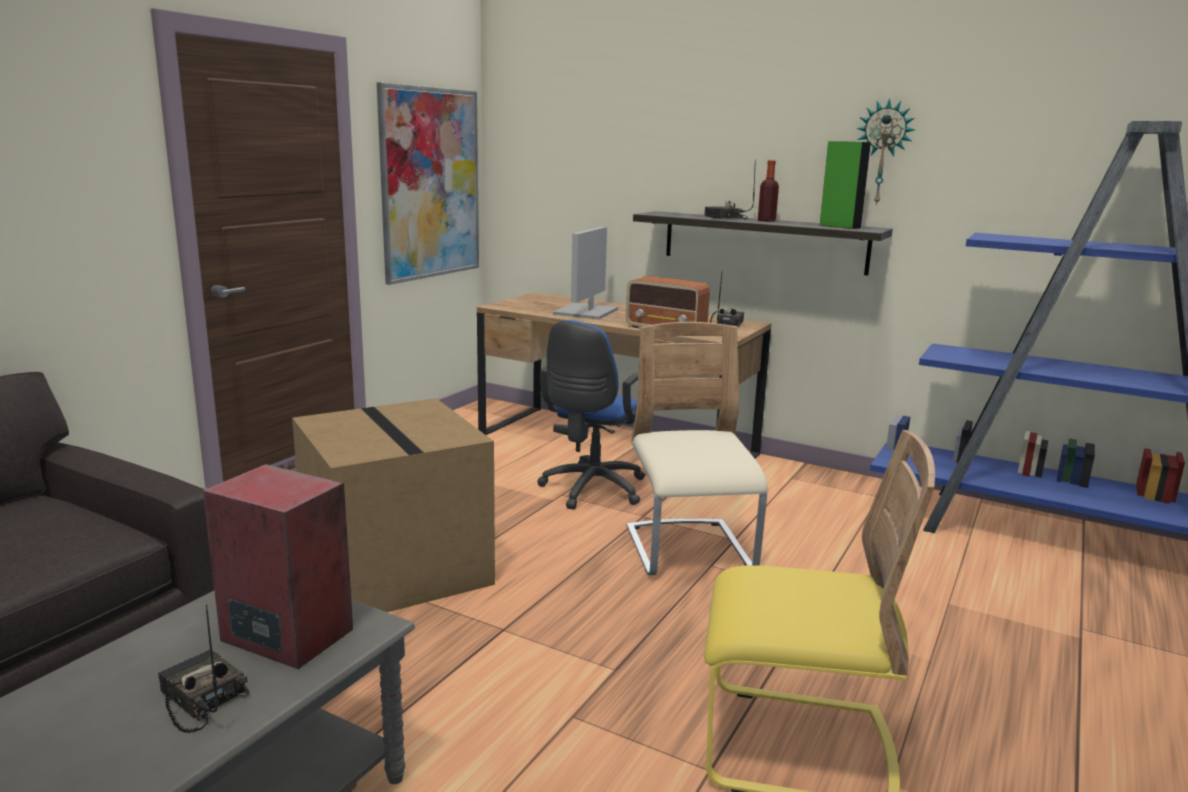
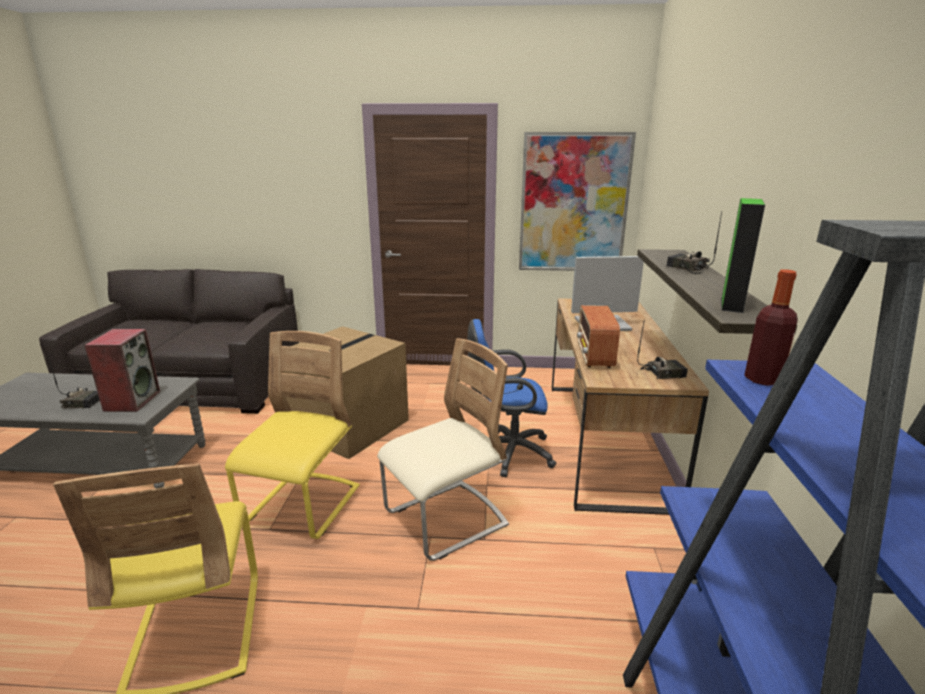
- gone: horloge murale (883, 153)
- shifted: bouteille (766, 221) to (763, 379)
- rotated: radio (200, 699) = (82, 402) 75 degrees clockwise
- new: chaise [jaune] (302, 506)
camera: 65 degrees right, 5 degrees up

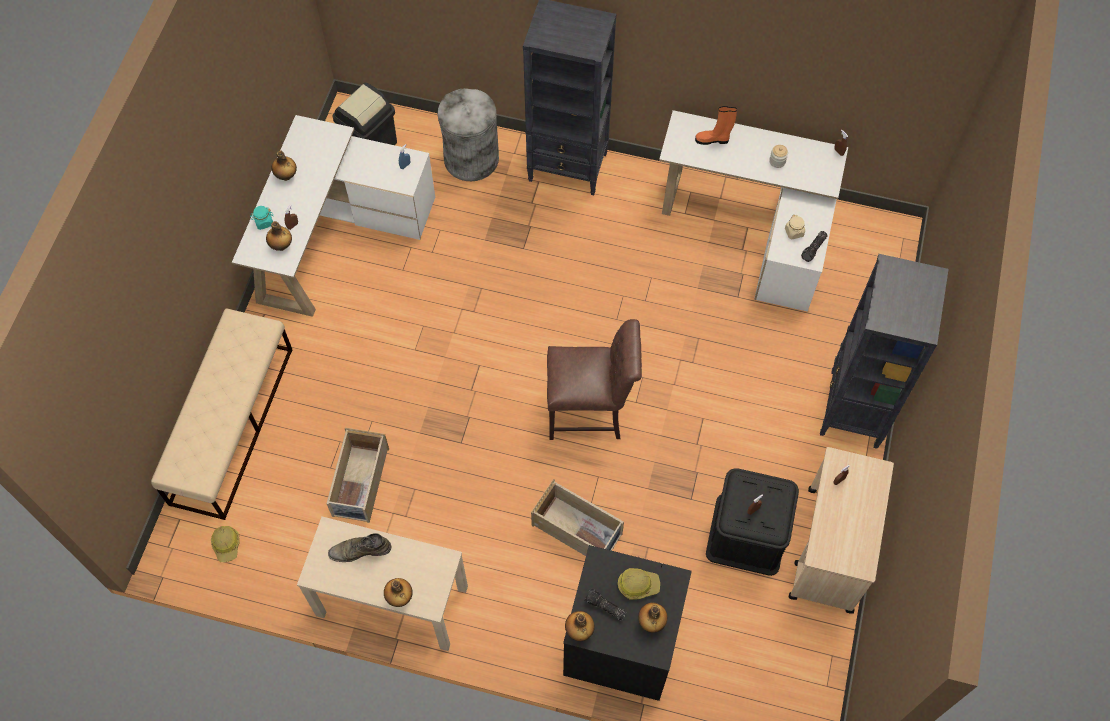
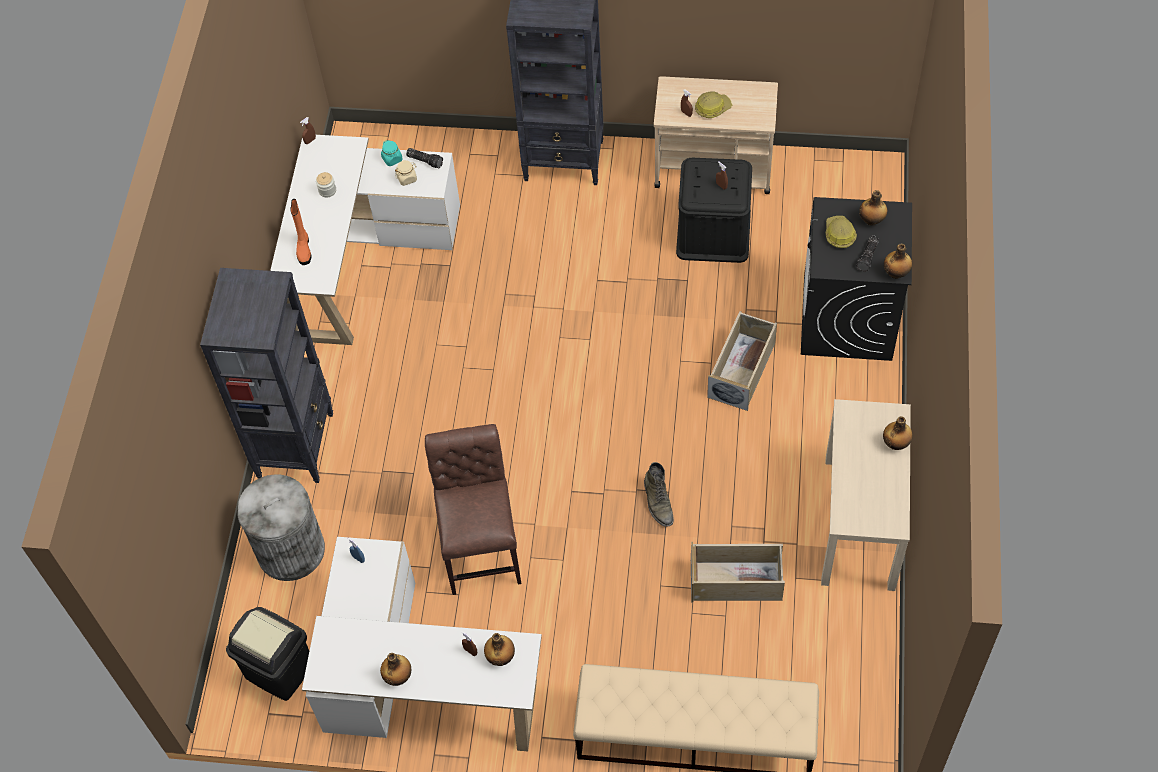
- shifted: bocal [turquoise] (264, 222) to (392, 159)
- shifted: chaise [marron] (590, 412) to (482, 548)
- shifted: casque de chantier (227, 544) to (712, 108)
- shifted: botte [vert] (360, 550) to (658, 502)
camera: 95 degrees left, 5 degrees down

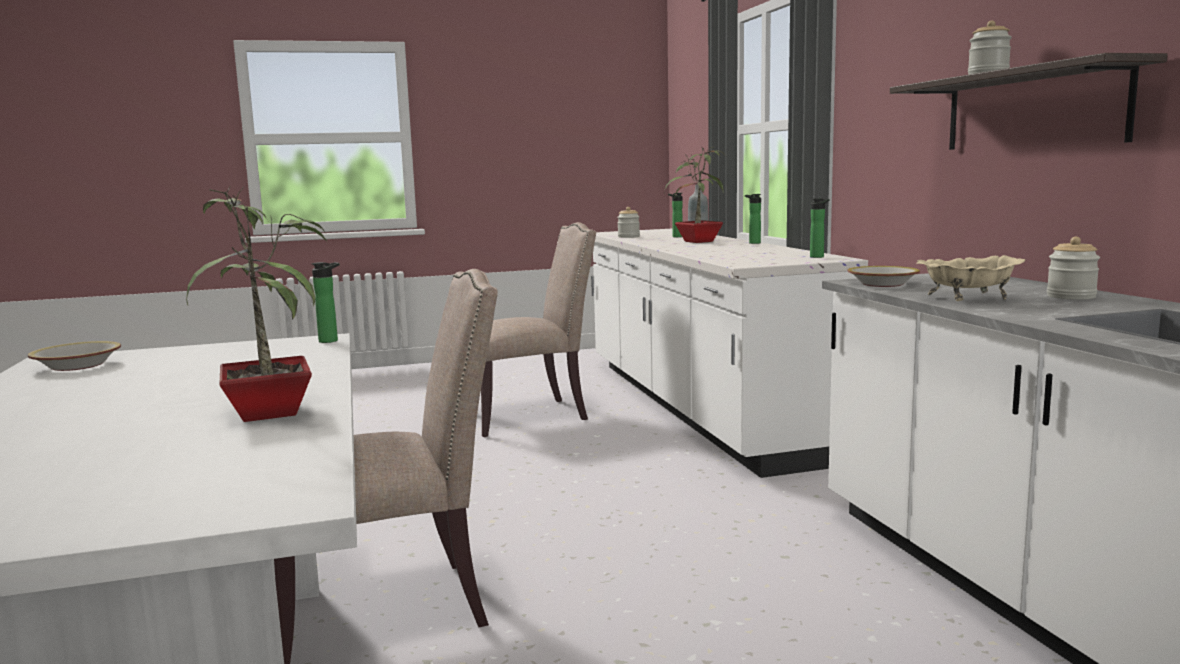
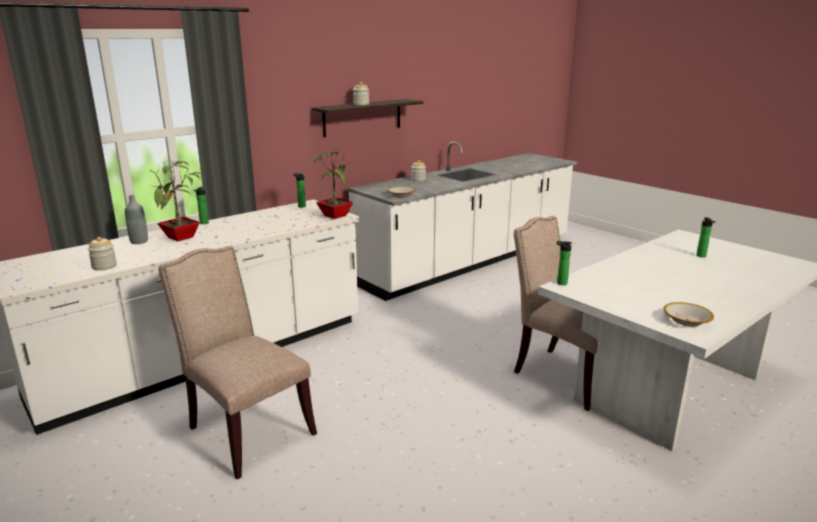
- shifted: plante en pot (274, 412) to (334, 215)
- shifted: bouteille (675, 237) to (702, 256)
- gone: bol [beige] (968, 298)
camera: 115 degrees left, 10 degrees up

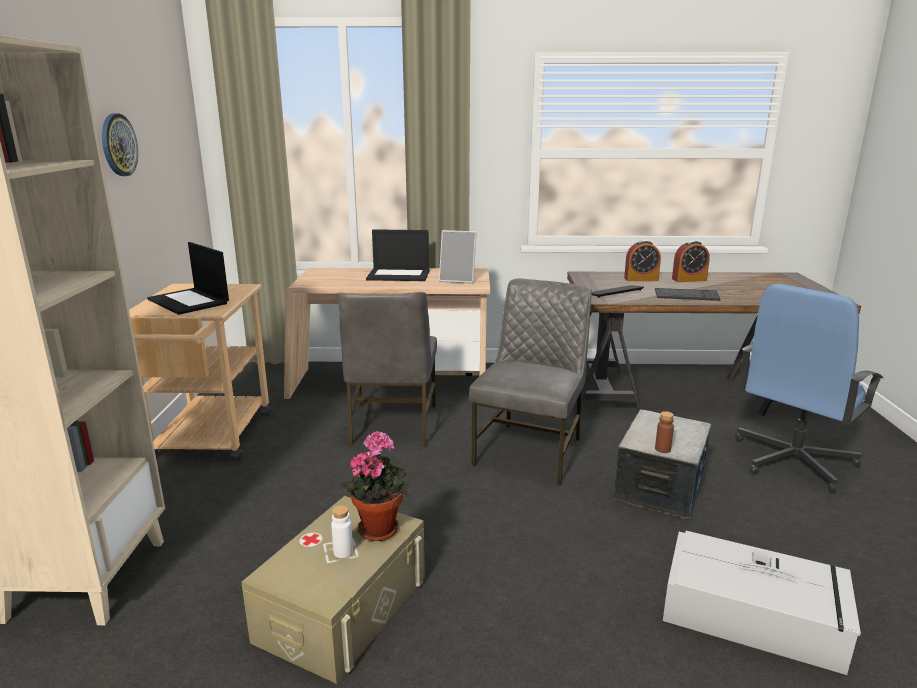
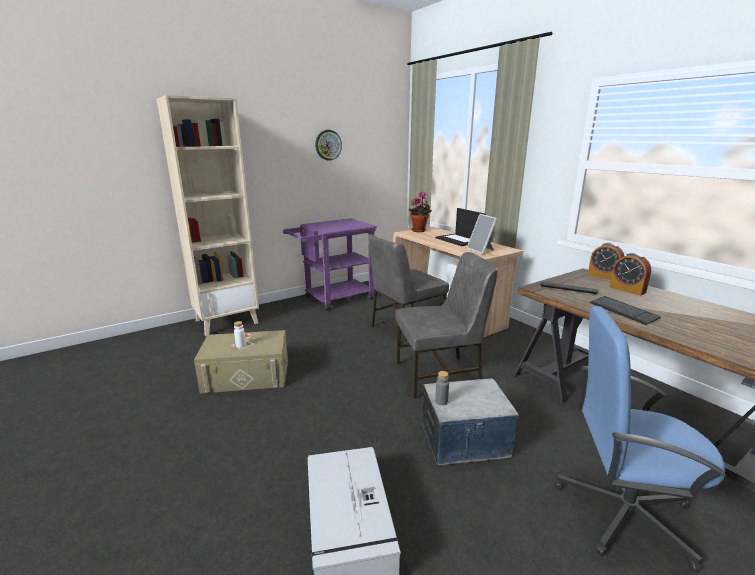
- shifted: réveil (689, 279) to (603, 276)
- gone: ordinateur portable (189, 301)
- repainted: chariot [beige] (209, 441) to chariot [violet] (334, 299)
- repainted: bouteille [marron] (662, 449) to bouteille [gris] (441, 401)
- shifted: plante en pot (380, 527) to (420, 230)
camera: 55 degrees right, 0 degrees up

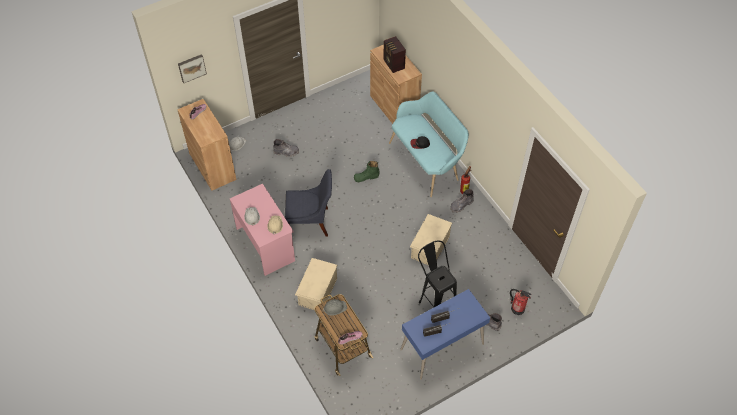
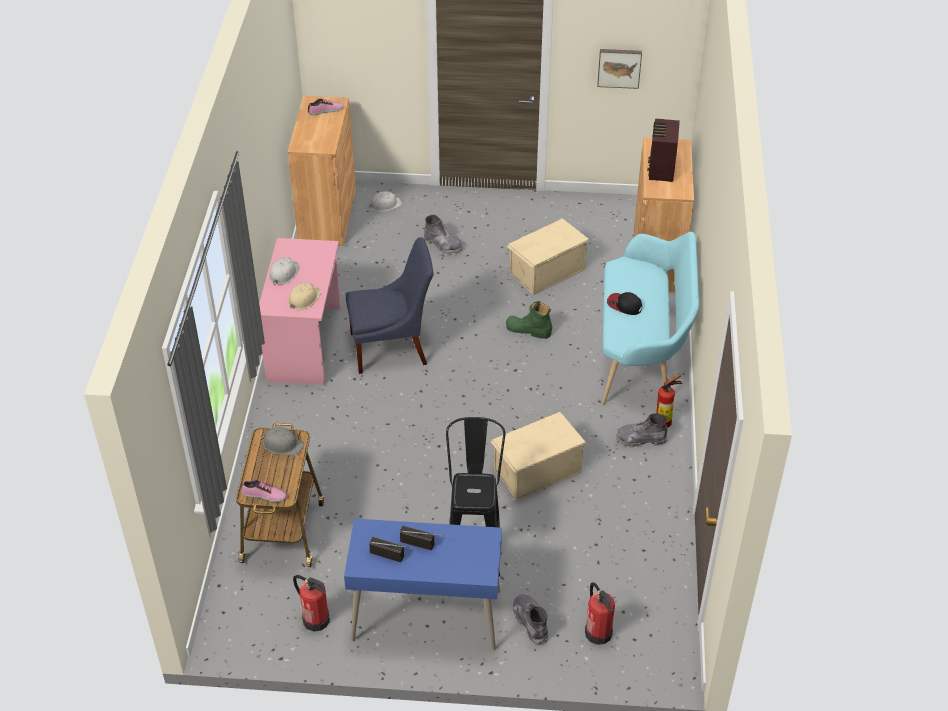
- shifted: tableau (191, 67) to (619, 67)
- rotated: chaise [bleu] (311, 222) = (392, 348) 45 degrees counterclockwise
- shifted: boîte de rangement [beige] (317, 291) to (546, 271)
- new: extincteur (315, 619)
camera: 35 degrees right, 10 degrees down

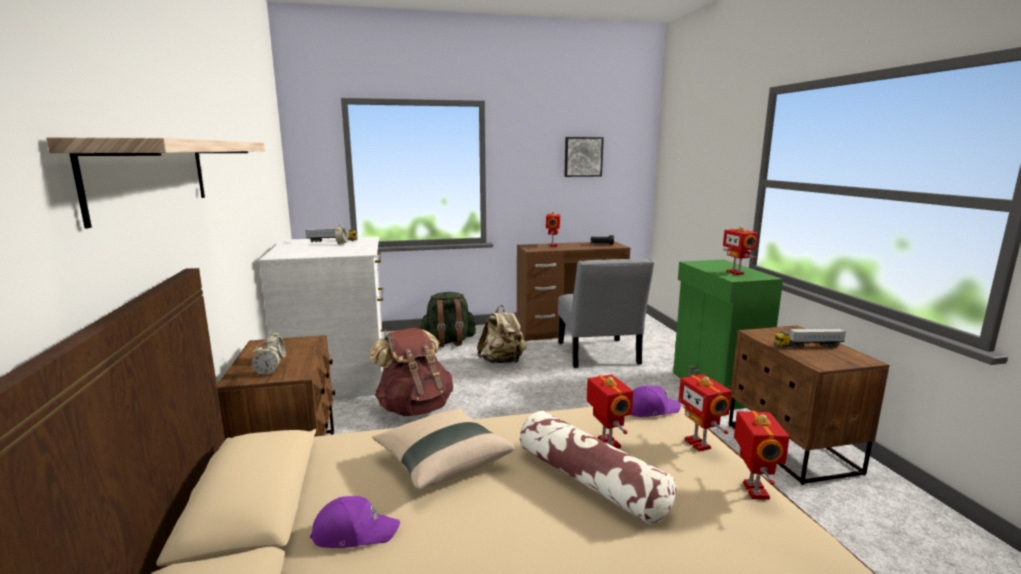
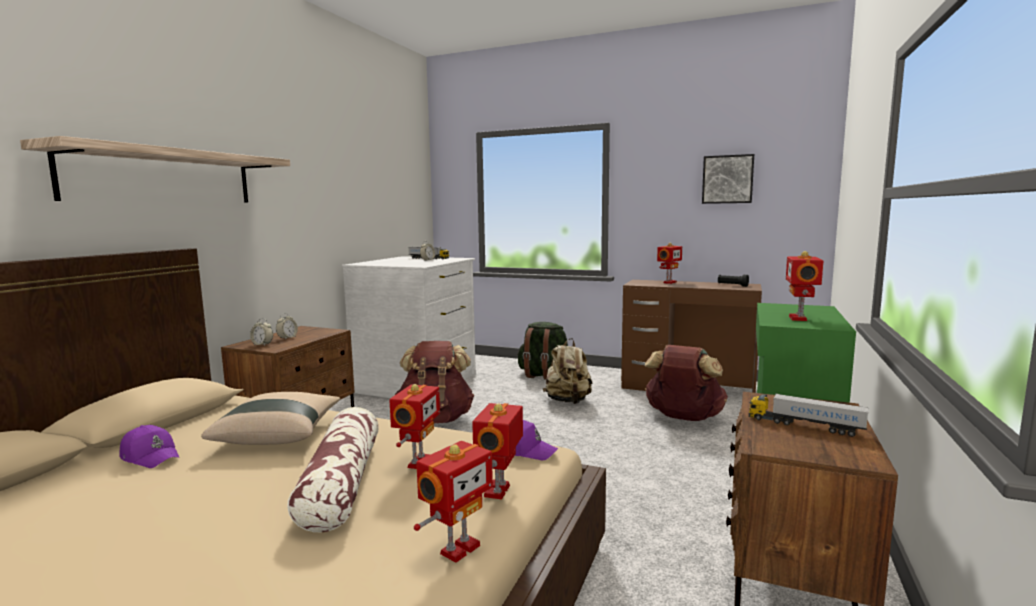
- swapped: chaise [gris] (599, 355) to sac à dos [marron] (683, 418)
camera: 35 degrees right, 5 degrees down

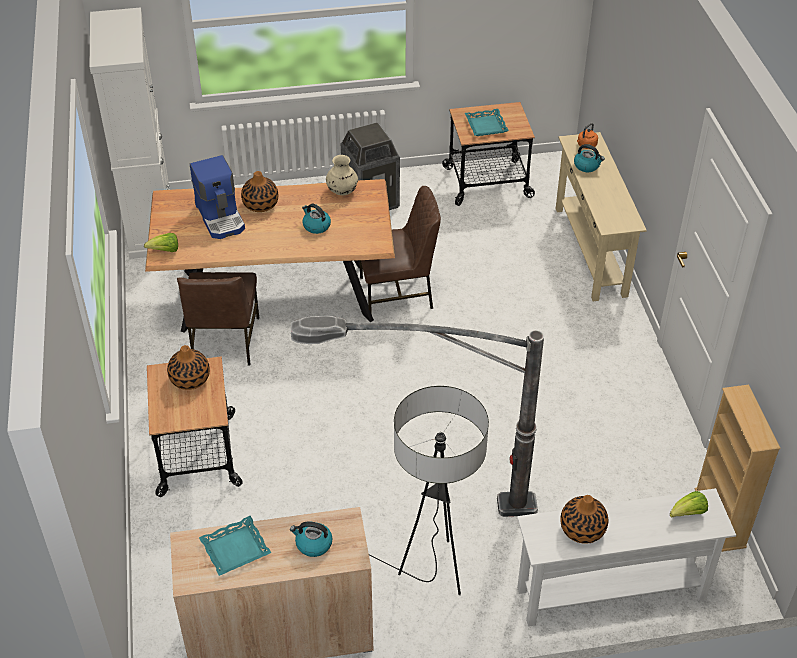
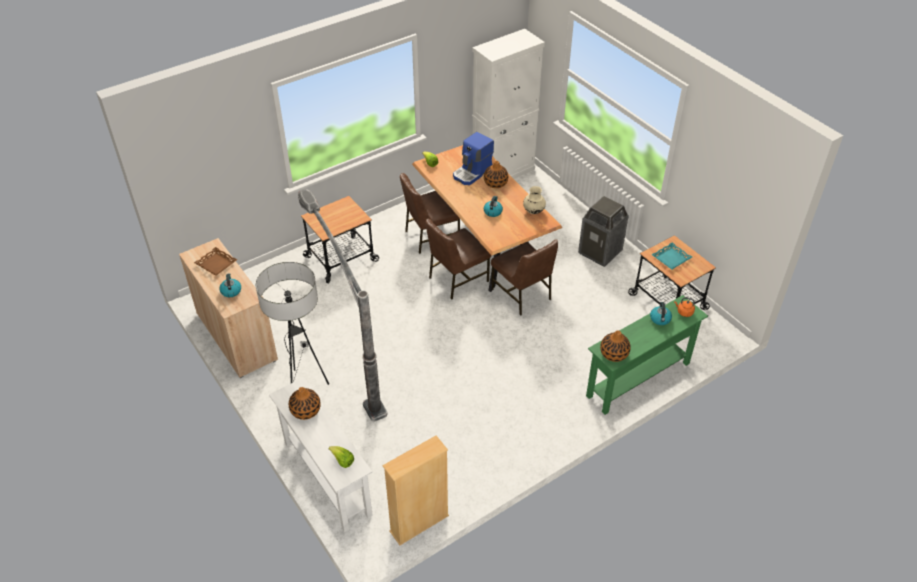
- repainted: table console [beige] (591, 251) to table console [vert] (638, 380)
- shifted: vase (190, 379) to (614, 354)
- repainted: plateau [turquoise] (235, 549) to plateau [marron] (216, 264)
- new: chaise [marron] (457, 279)
camera: 65 degrees right, 0 degrees up

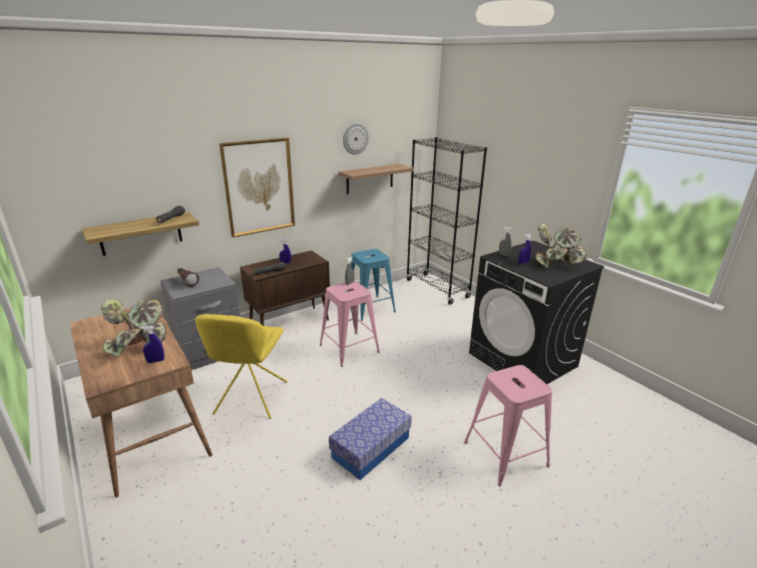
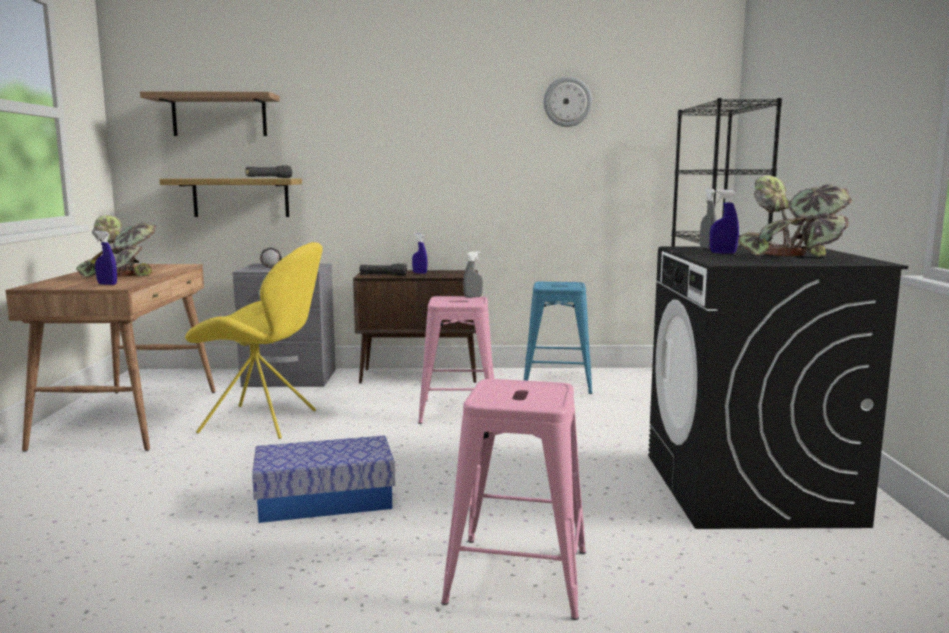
- gone: tableau (259, 187)
- shifted: étagère (370, 179) to (219, 115)
- rotated: chaise [jaune] (250, 399) = (263, 422) 120 degrees counterclockwise
camera: 35 degrees right, 15 degrees down

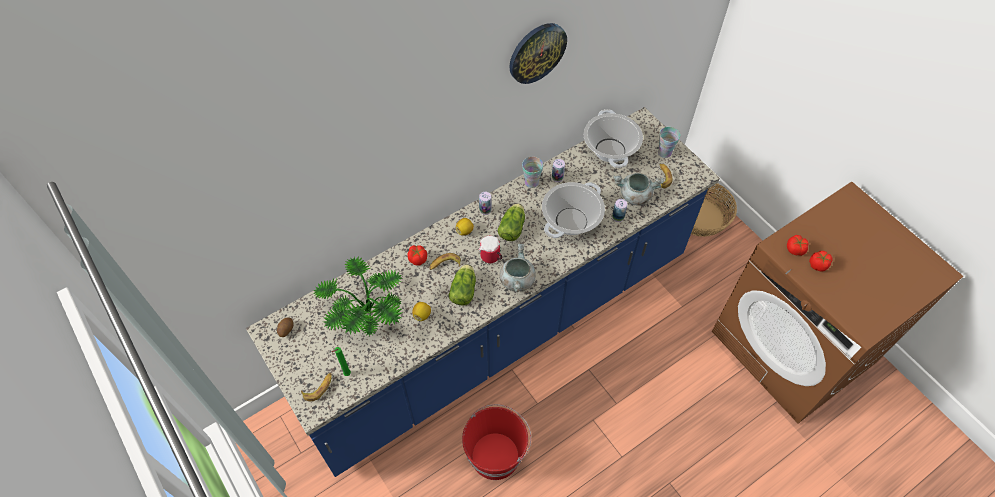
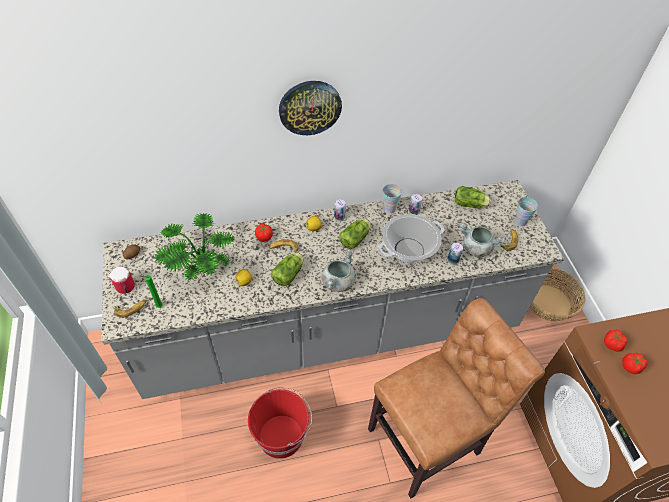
- shifted: horloge murale (537, 52) to (310, 107)
- repainted: comptoir de cuisine [bleu] (497, 330) to comptoir de cuisine [gris] (331, 333)
- swapped: marmite (610, 150) to laitue (470, 204)
- shifted: mug (491, 258) to (125, 289)
- new: chaise [marron] (429, 439)
camera: 20 degrees right, 5 degrees down

